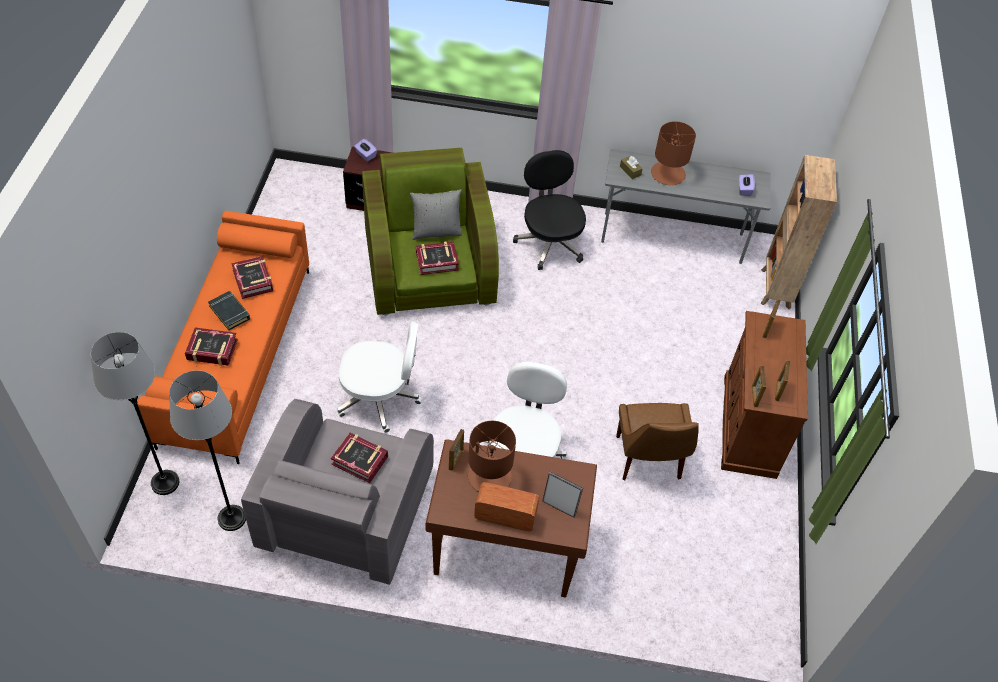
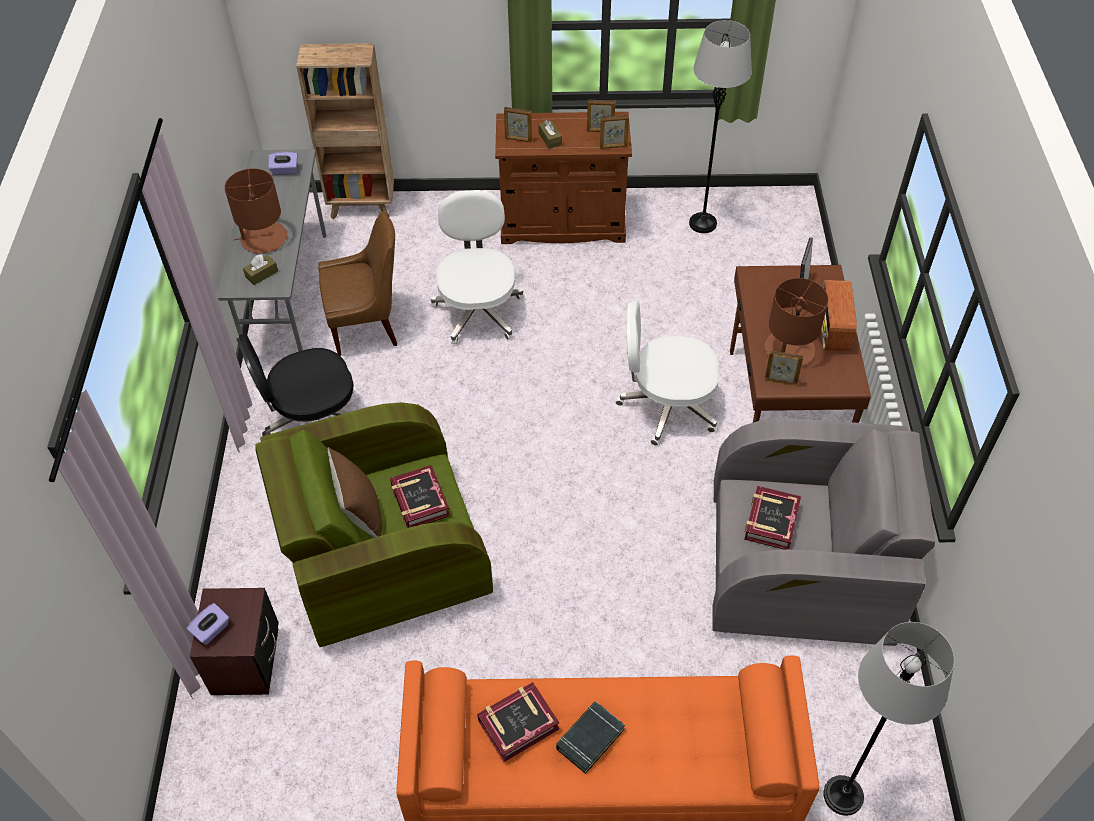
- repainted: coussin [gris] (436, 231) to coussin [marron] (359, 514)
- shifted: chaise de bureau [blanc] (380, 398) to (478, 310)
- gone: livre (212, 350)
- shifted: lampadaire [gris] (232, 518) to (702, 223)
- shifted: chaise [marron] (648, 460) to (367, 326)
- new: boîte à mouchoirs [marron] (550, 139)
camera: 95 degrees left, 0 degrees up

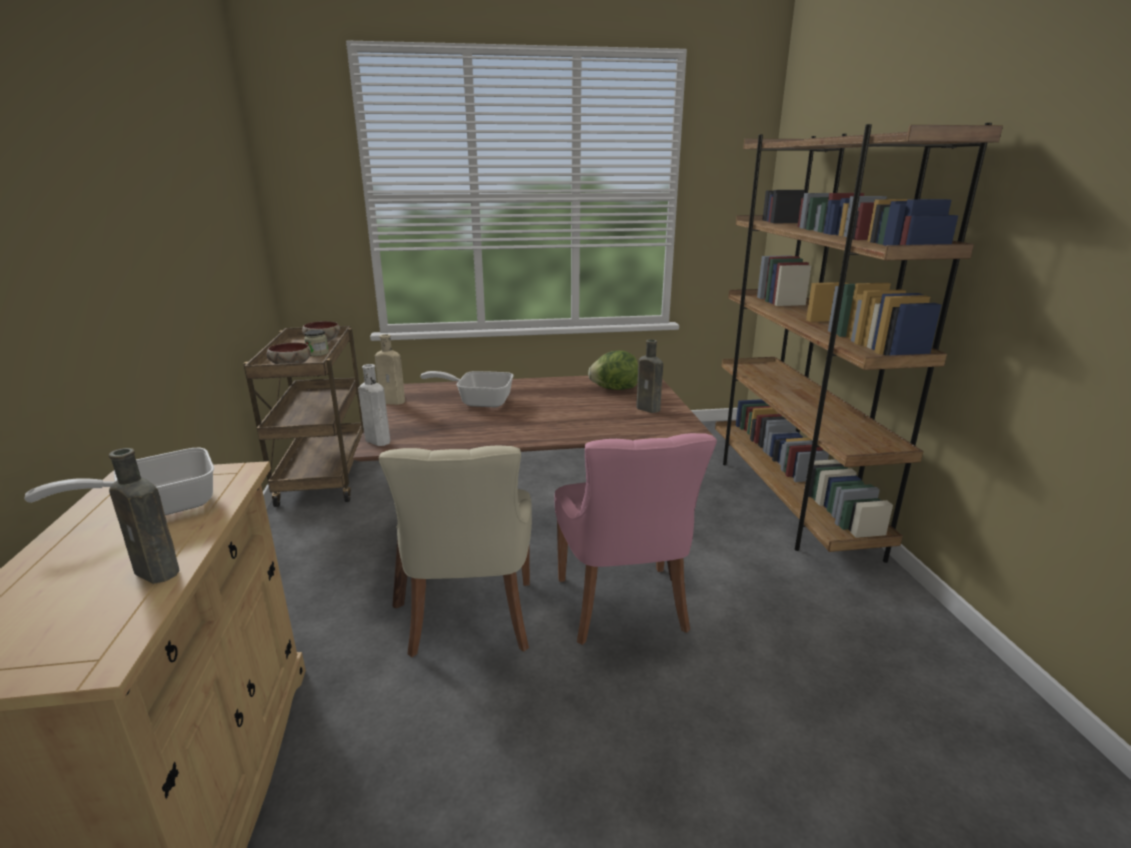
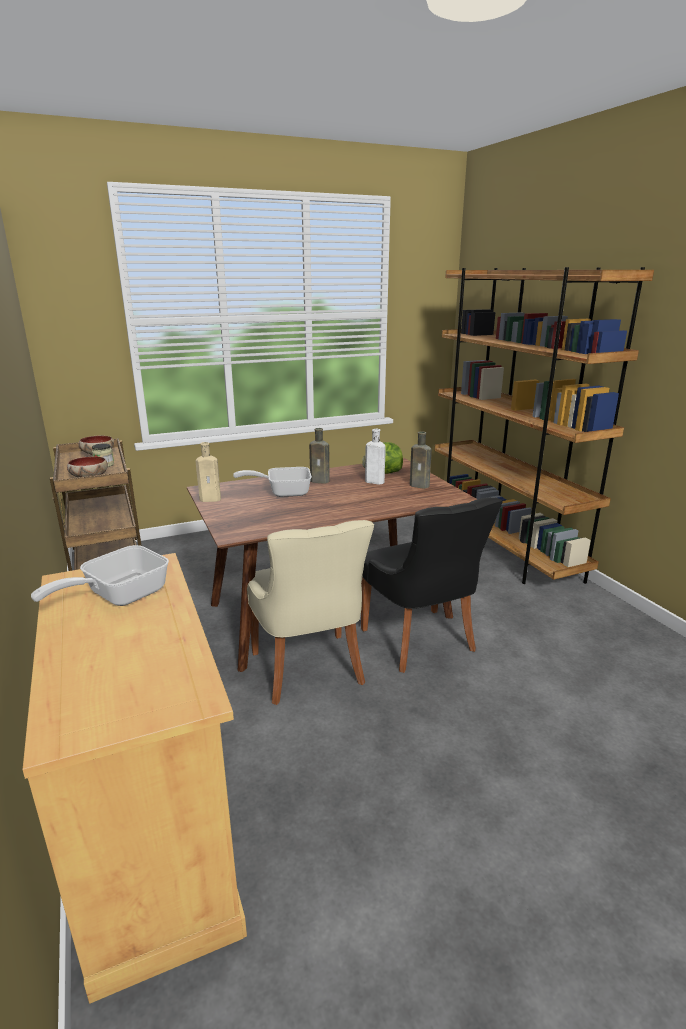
- shifted: bouteille [blanc] (376, 440) to (373, 482)
- repainted: chaise [rose] (623, 607) to chaise [noir] (420, 642)
- shifted: bouteille [marron] (159, 572) to (321, 481)
camera: 15 degrees left, 0 degrees up

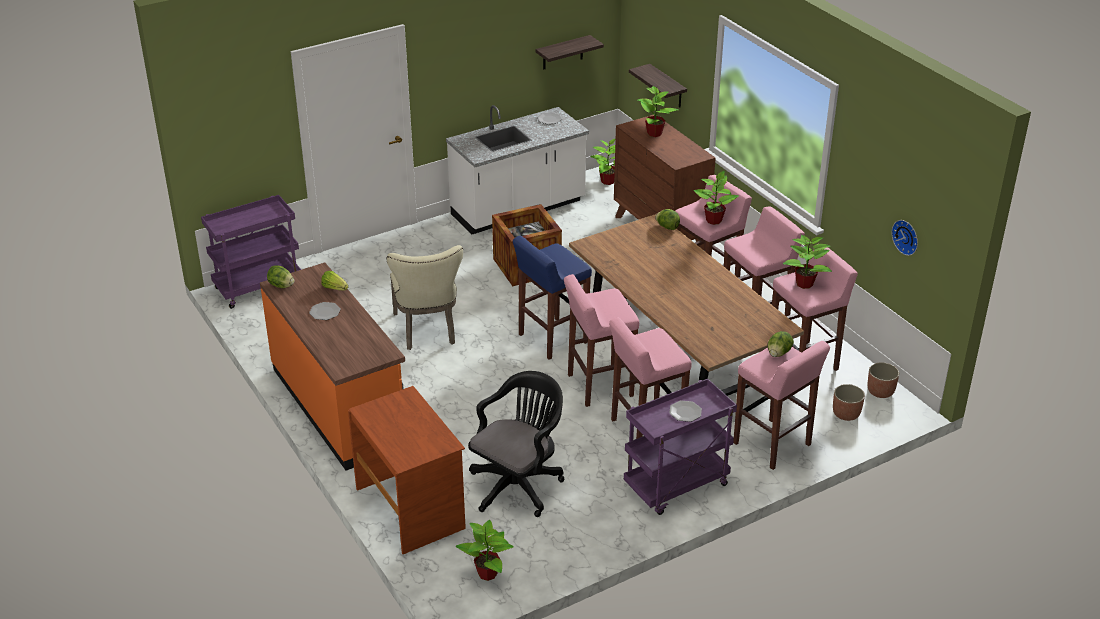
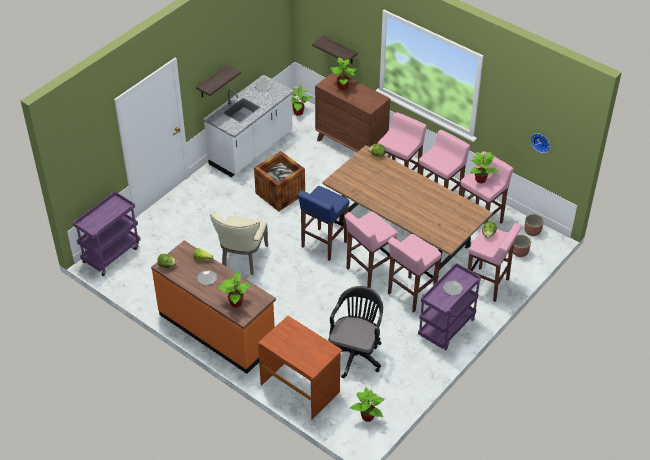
- shifted: étagère (562, 53) to (212, 82)
- shifted: plante en pot (714, 220) to (236, 303)
- rotated: chaise [beige] (427, 331) = (242, 259) 45 degrees clockwise
camera: 20 degrees left, 10 degrees up

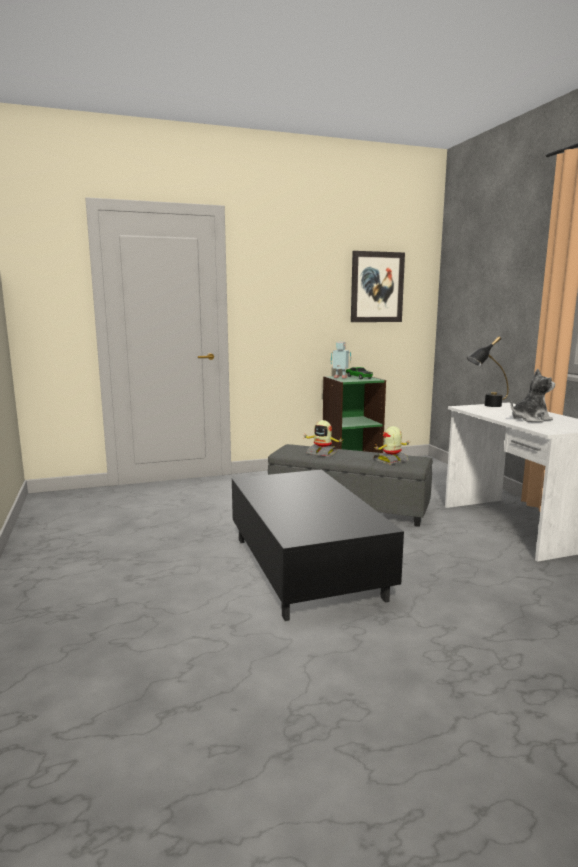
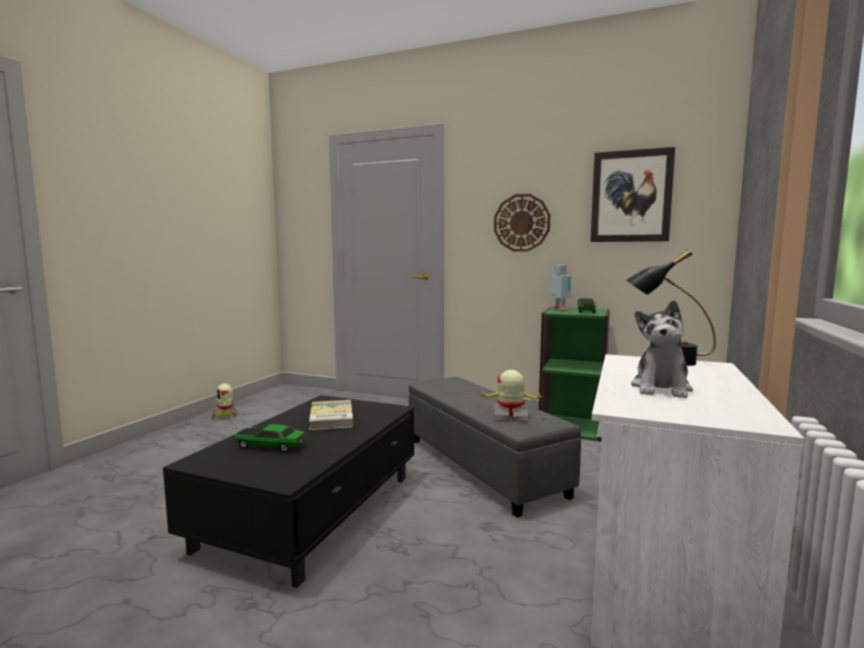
- rotated: peluche (530, 419) = (661, 388) 90 degrees clockwise
- shifted: robot jouet (322, 453) to (225, 415)
- new: horloge murale (521, 223)
- new: livre (331, 418)
- new: petite voiture (271, 446)
camera: 40 degrees right, 5 degrees down

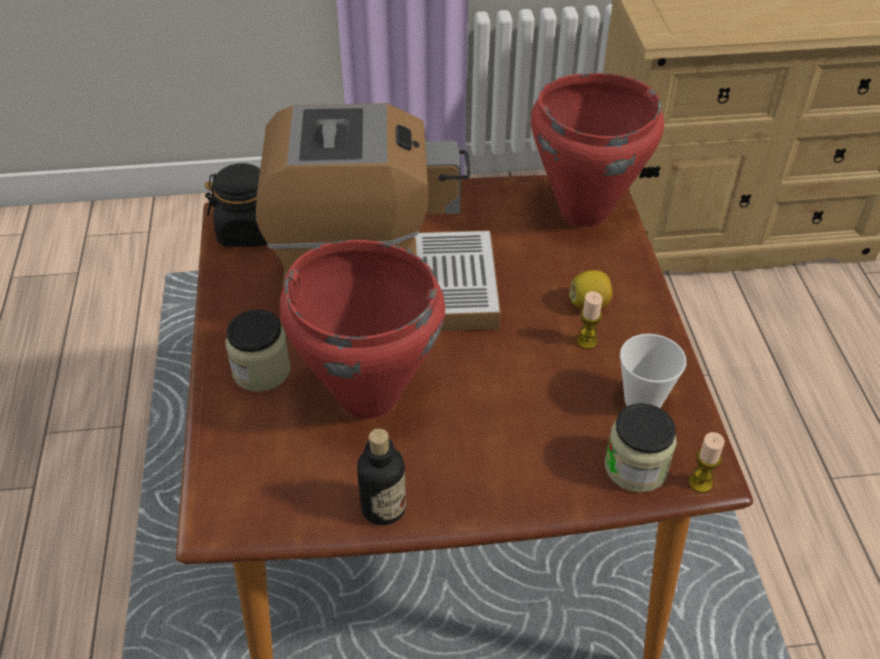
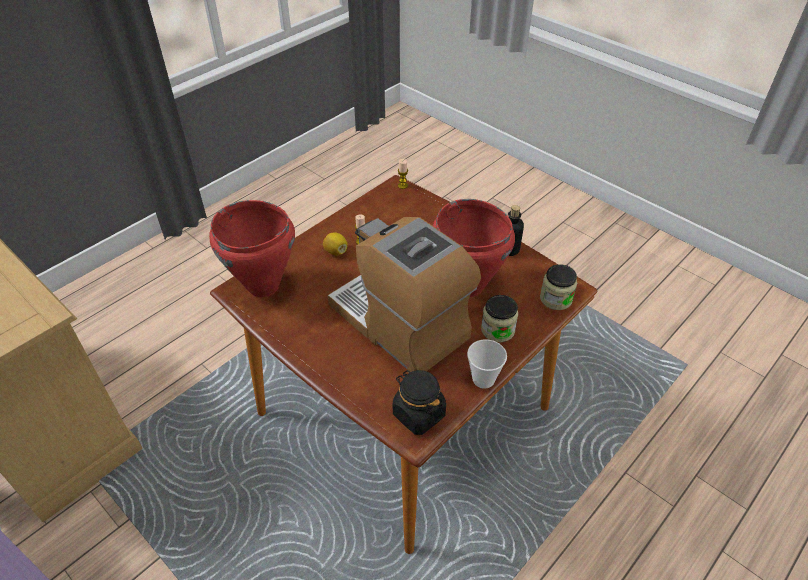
- shifted: tasse (642, 401) to (483, 379)
- shifted: bocal (636, 467) to (556, 299)
camera: 130 degrees left, 0 degrees up

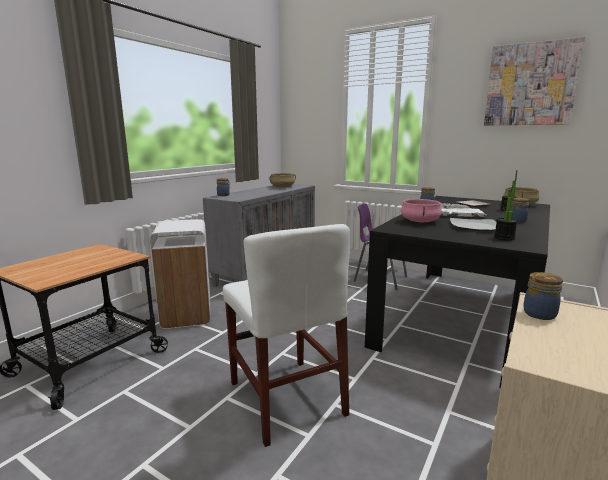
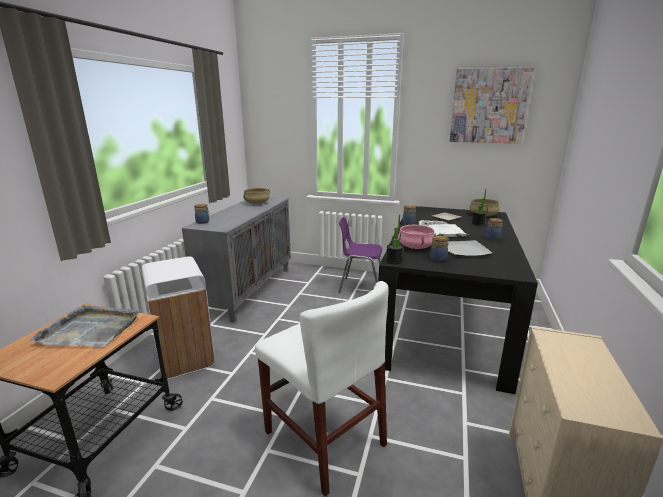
- shifted: plante en pot (504, 238) to (394, 261)
- shifted: bocal (538, 313) to (437, 258)
- new: plateau [gris] (90, 329)
camera: 15 degrees left, 5 degrees up

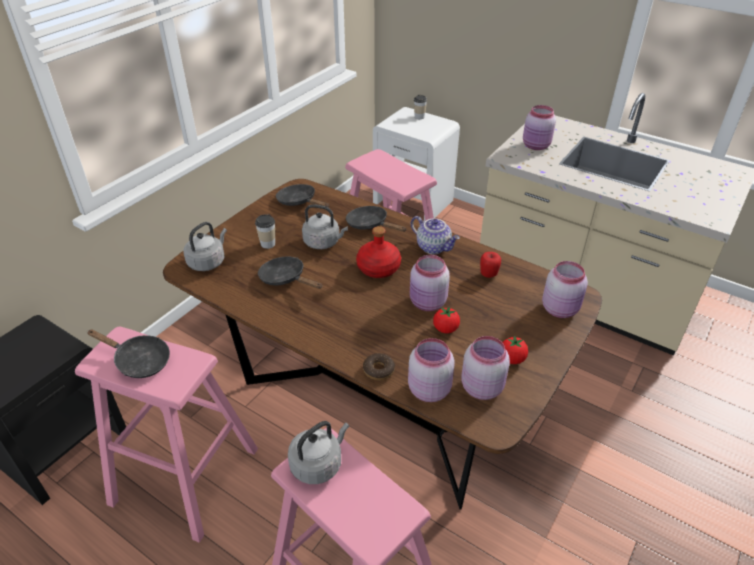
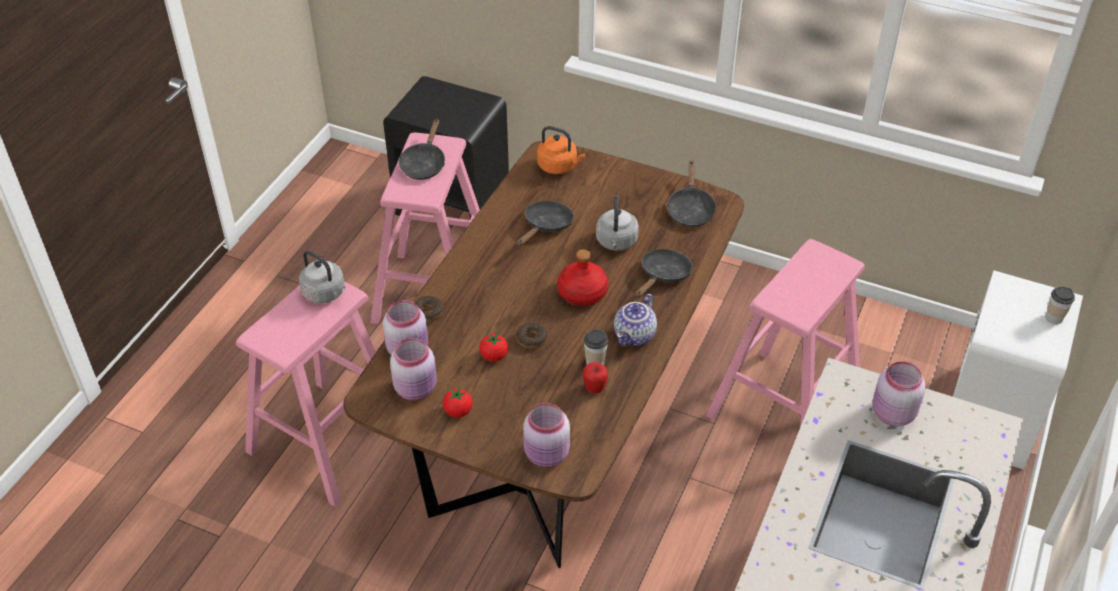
- rotated: poêle [noir] (299, 202) = (690, 209) 150 degrees clockwise
- shifted: tasse (268, 244) to (595, 362)
- repainted: bouilloire [gris] (208, 262) to bouilloire [orange] (559, 166)
- swapped: bocal [rose] (427, 303) to beignet (531, 339)
camera: 80 degrees right, 5 degrees up

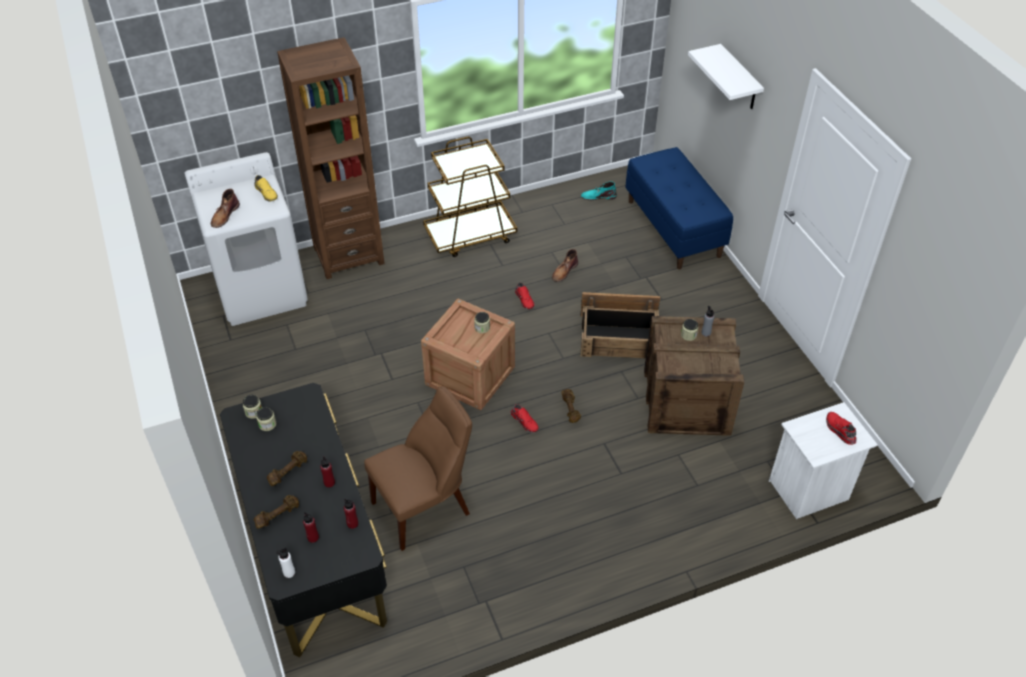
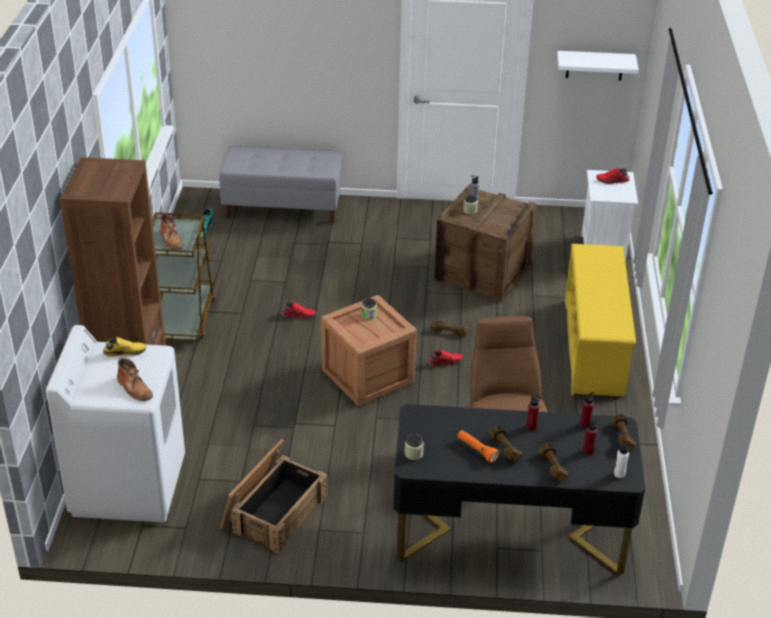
- shifted: étagère [blanc] (739, 79) to (594, 65)
- repainted: banc [bleu] (674, 228) to banc [gris] (283, 207)
- shifted: botte [marron] (564, 271) to (171, 240)
- shifted: caisse (619, 336) to (274, 510)
- gone: bocal (267, 424)
- new: étagère à chaussures [jaune] (593, 347)
- new: haltère [marron] (621, 437)
- new: lampe de poche [orange] (476, 450)
camera: 65 degrees left, 10 degrees down

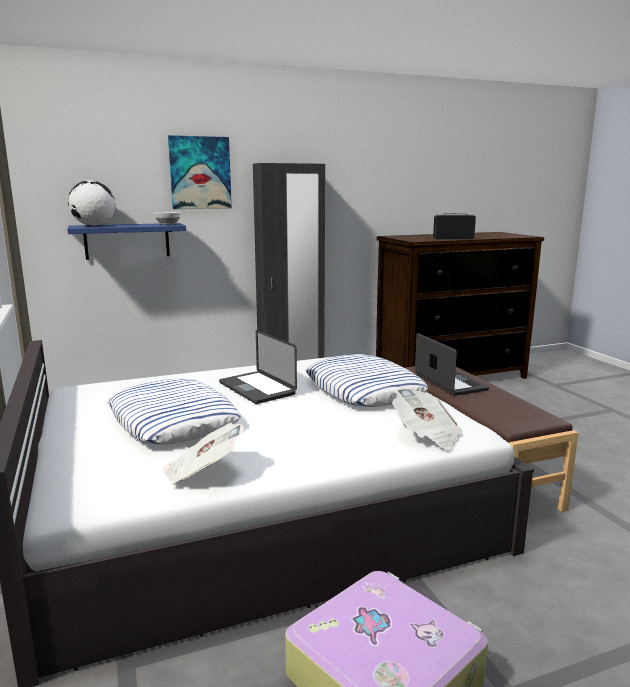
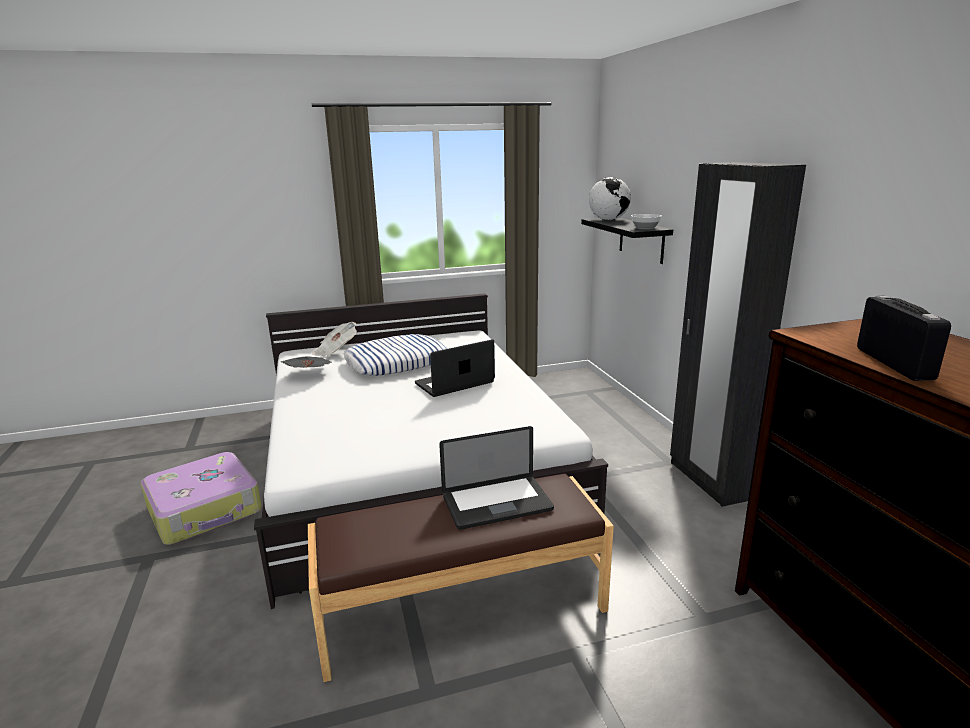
- gone: tableau (200, 173)
- repainted: étagère [bleu] (127, 241) to étagère [noir] (641, 239)
- gone: coussin (363, 389)
- shifted: journal (426, 435) to (335, 351)
camera: 95 degrees right, 5 degrees up

